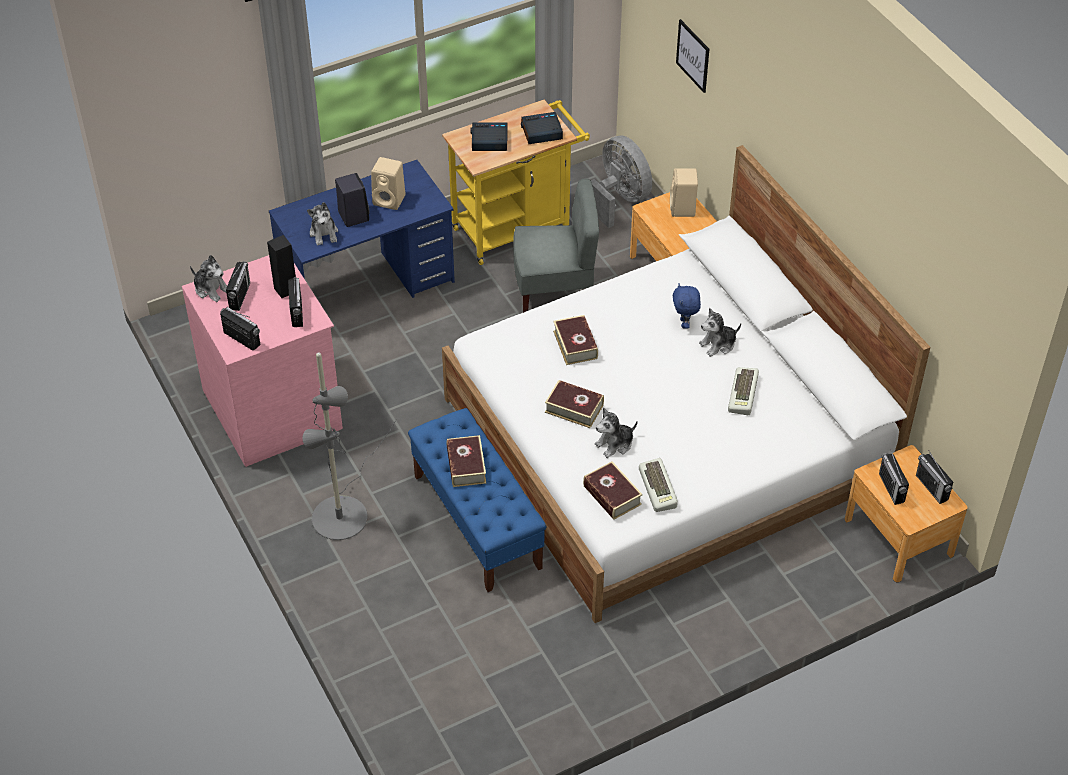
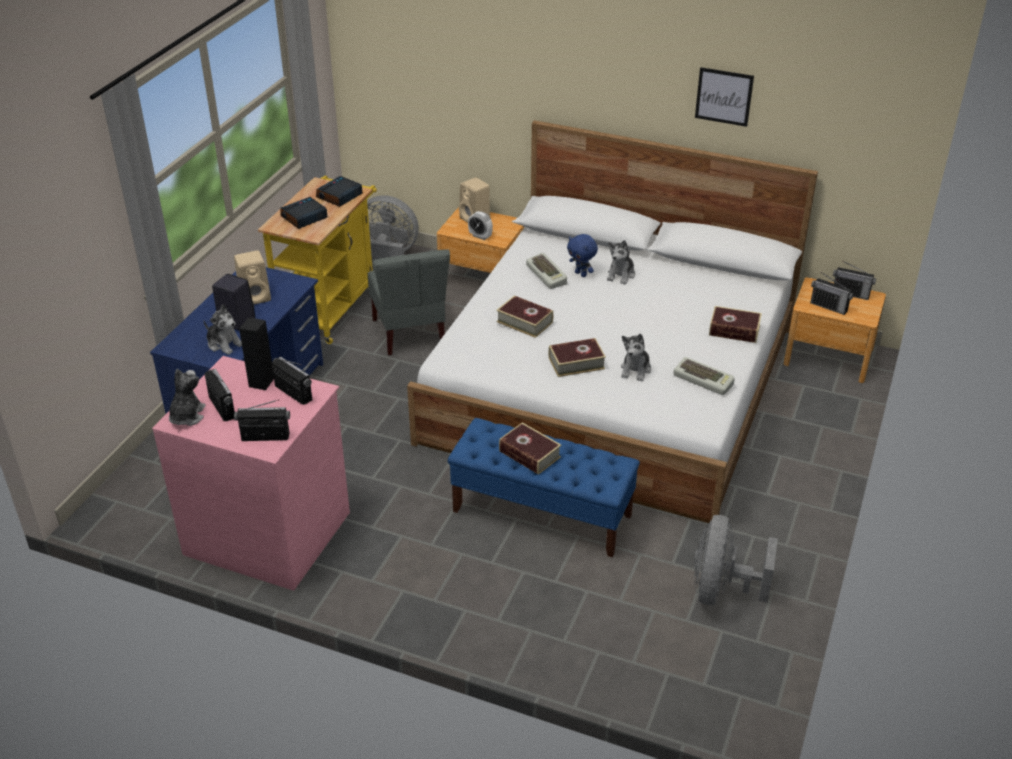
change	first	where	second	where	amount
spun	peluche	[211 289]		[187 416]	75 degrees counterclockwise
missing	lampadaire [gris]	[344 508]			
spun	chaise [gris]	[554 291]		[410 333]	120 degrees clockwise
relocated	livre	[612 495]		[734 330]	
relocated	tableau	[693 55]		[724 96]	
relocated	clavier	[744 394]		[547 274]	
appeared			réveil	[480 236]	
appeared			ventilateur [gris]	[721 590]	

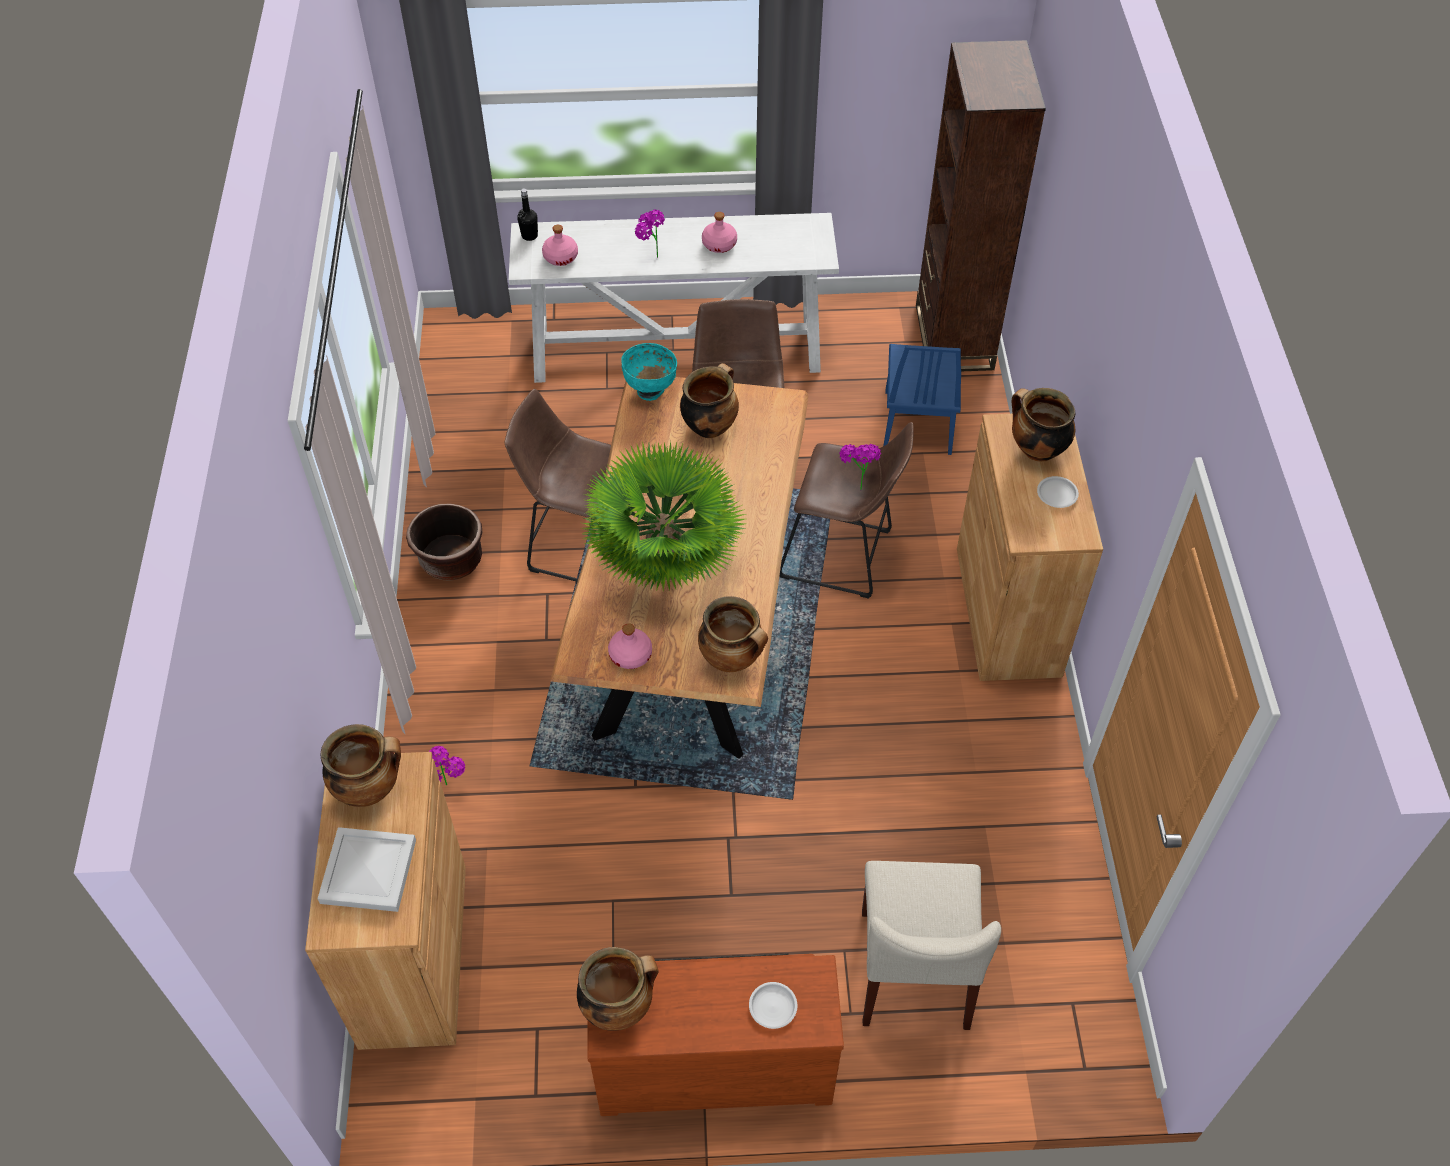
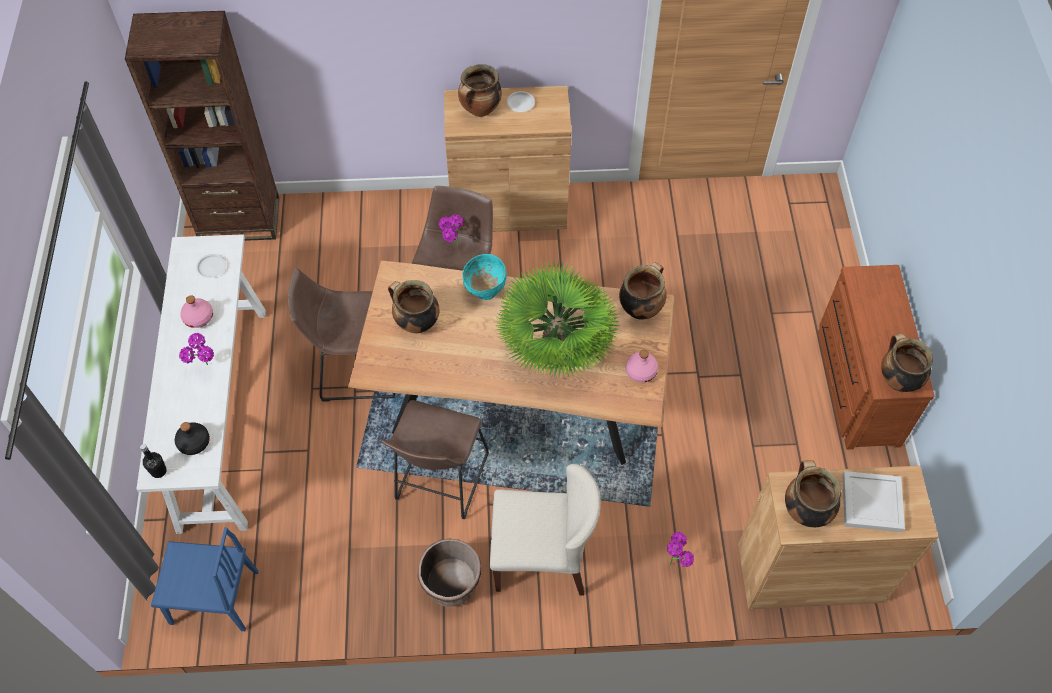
change	first	where	second	where	amount
colour	bouteille [rose]	[560 257]	bouteille [noir]	[193 442]	
relocated	bol [turquoise]	[650 390]		[485 291]	
relocated	assiette [blanc]	[773 1006]		[211 267]	
relocated	chaise [beige]	[914 970]		[542 557]	
relocated	chaise [bleu]	[917 422]		[214 597]	

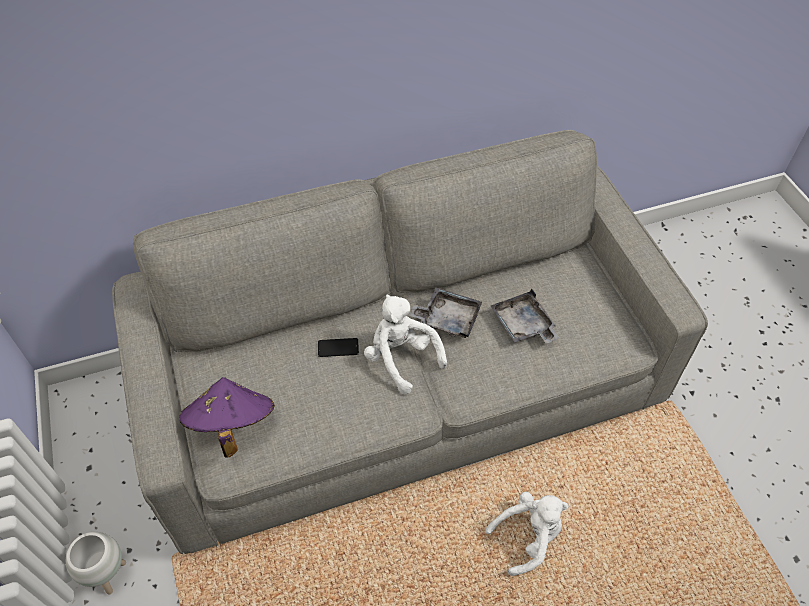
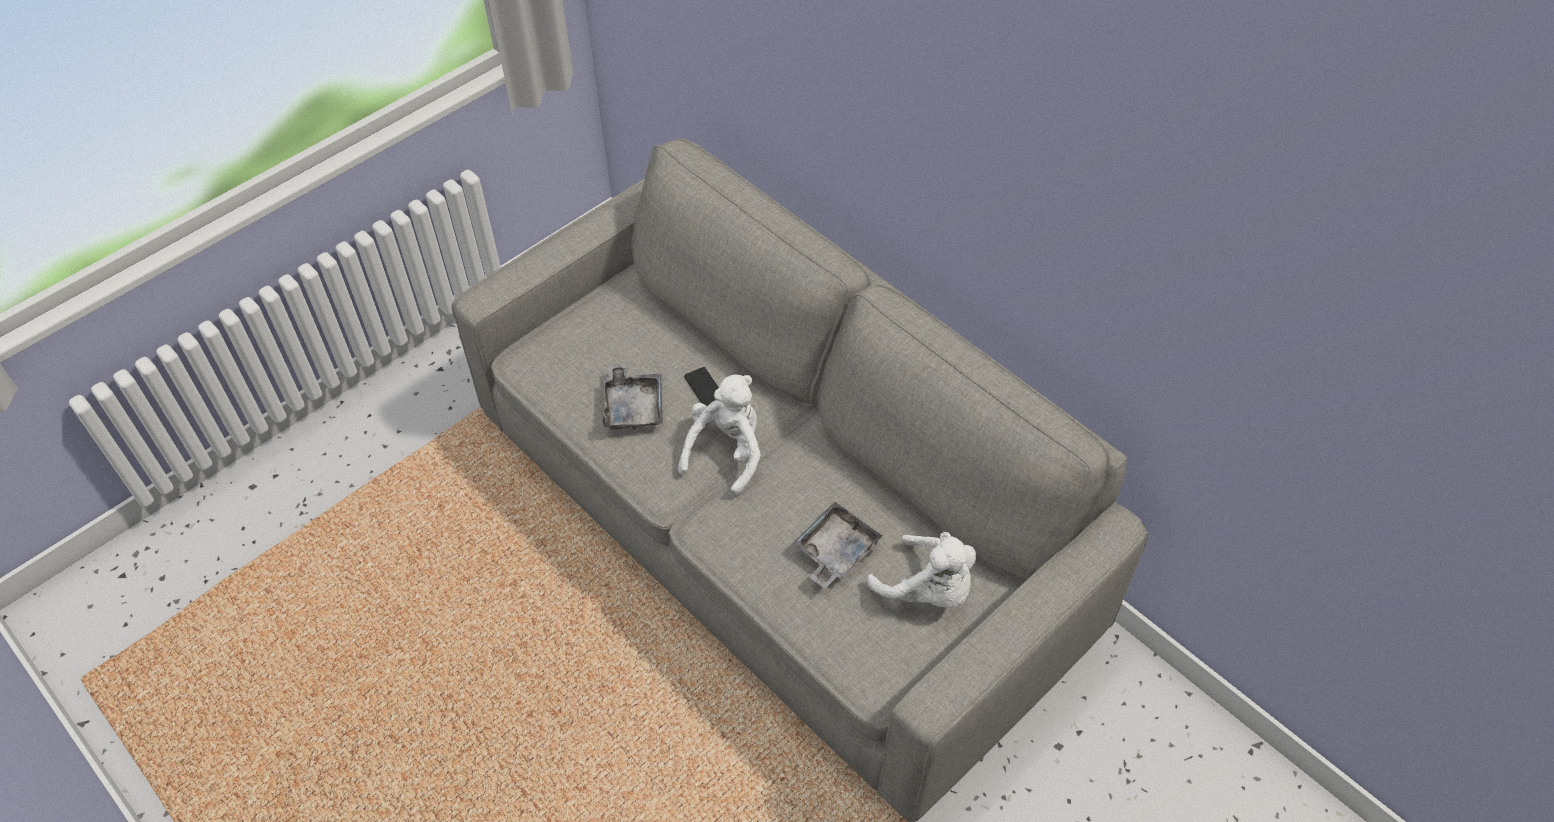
change	first	where	second	where	amount
missing	cache-pot [blanc]	[108 575]			
missing	chapeau [violet]	[231 426]			
relocated	plateau [gris]	[447 319]		[633 406]	
relocated	peluche [blanc]	[528 537]		[928 590]	

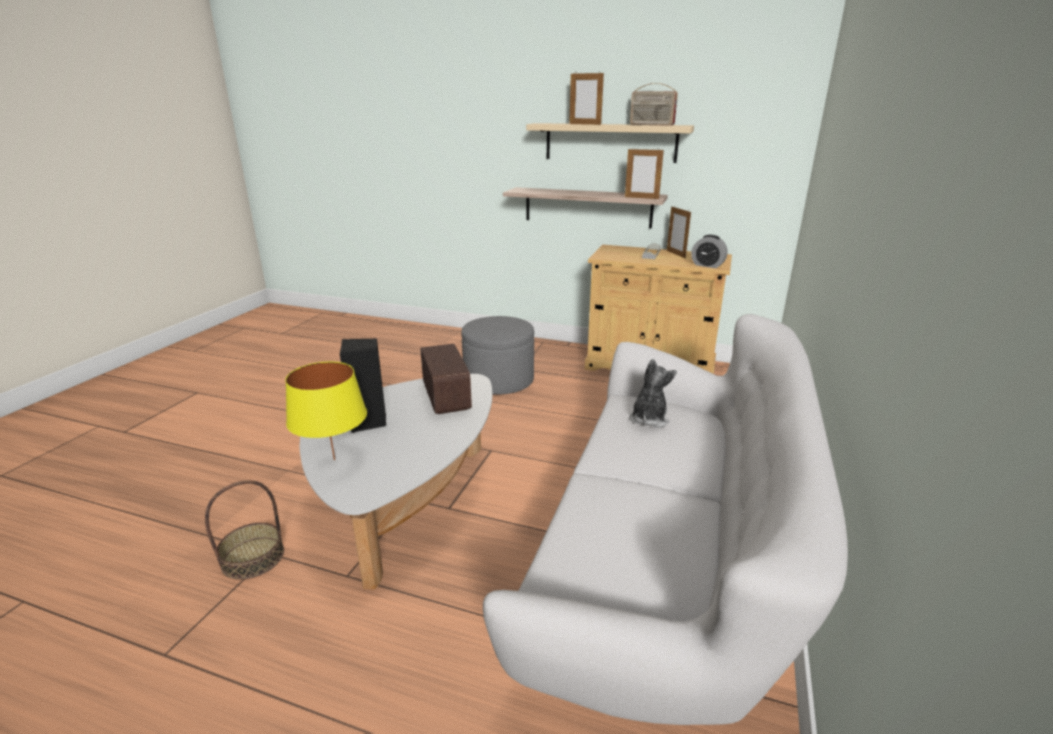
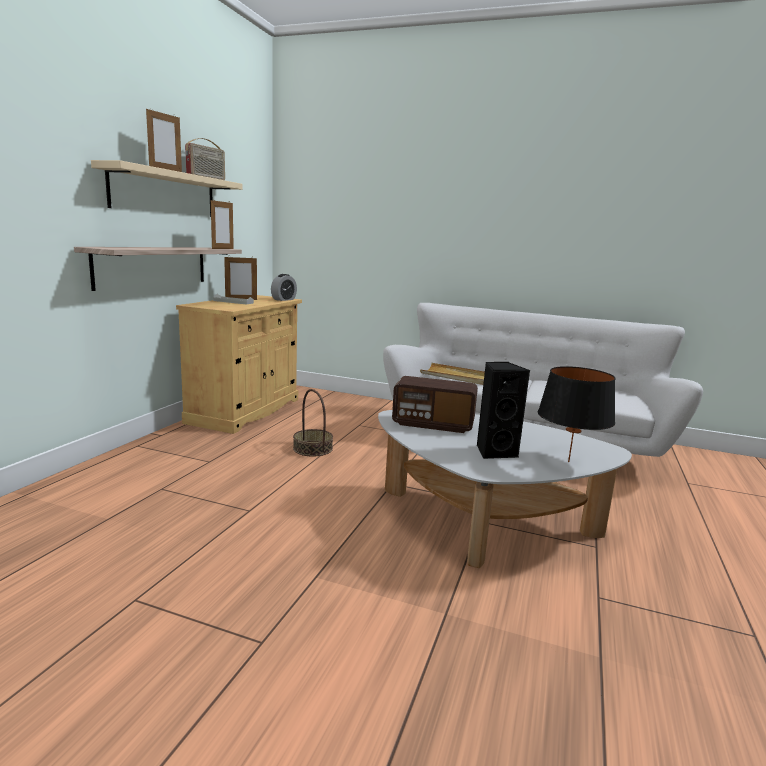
change	first	where	second	where	amount
relocated	panier	[253 557]		[312 448]	
colour	lampe de table [jaune]	[334 459]	lampe de table [noir]	[568 461]	
spun	radio	[446 397]		[433 424]	150 degrees counterclockwise
missing	pouf [gris]	[498 380]			
exchanged	peluche	[648 419]	plateau [beige]	[456 376]	

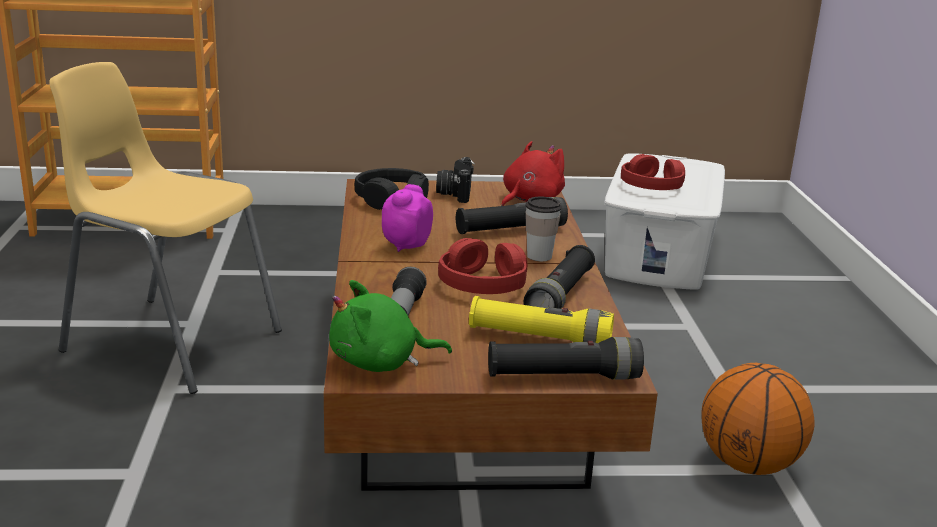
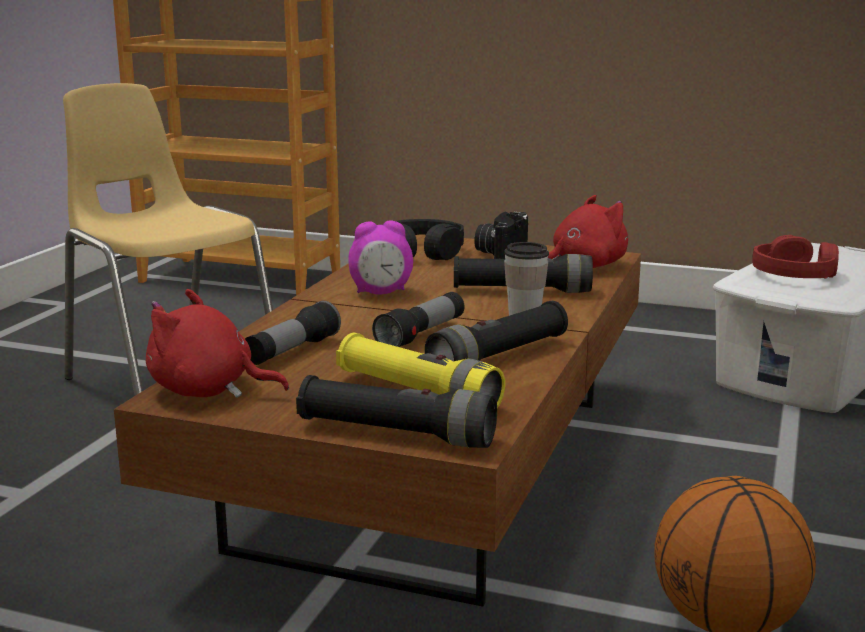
change	first	where	second	where	amount
colour	peluche [vert]	[380 363]	peluche [rouge]	[208 391]	
spun	réveil	[405 245]		[381 293]	150 degrees counterclockwise
exchanged	casque audio [rouge]	[483 283]	lampe de poche	[421 335]	

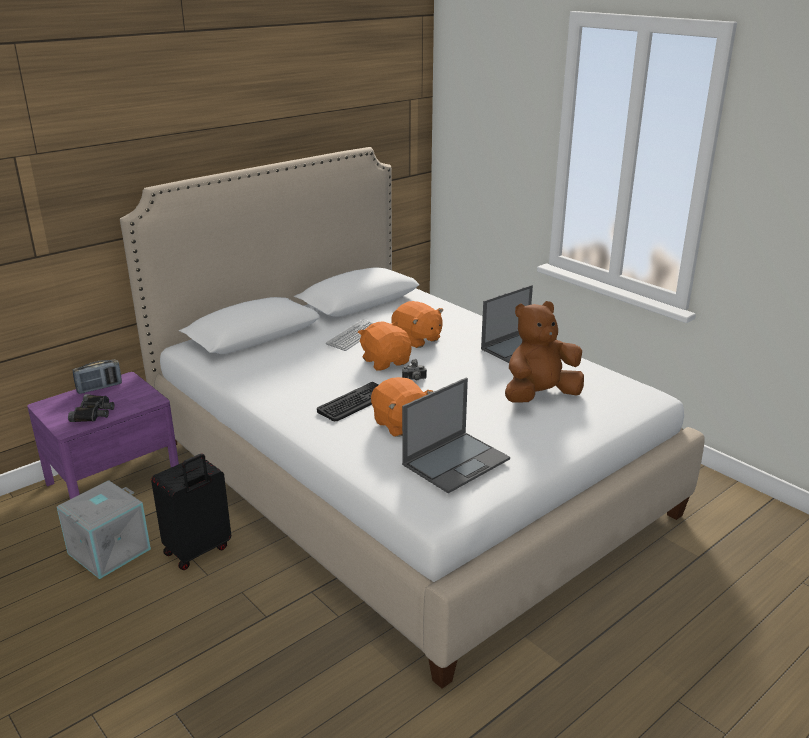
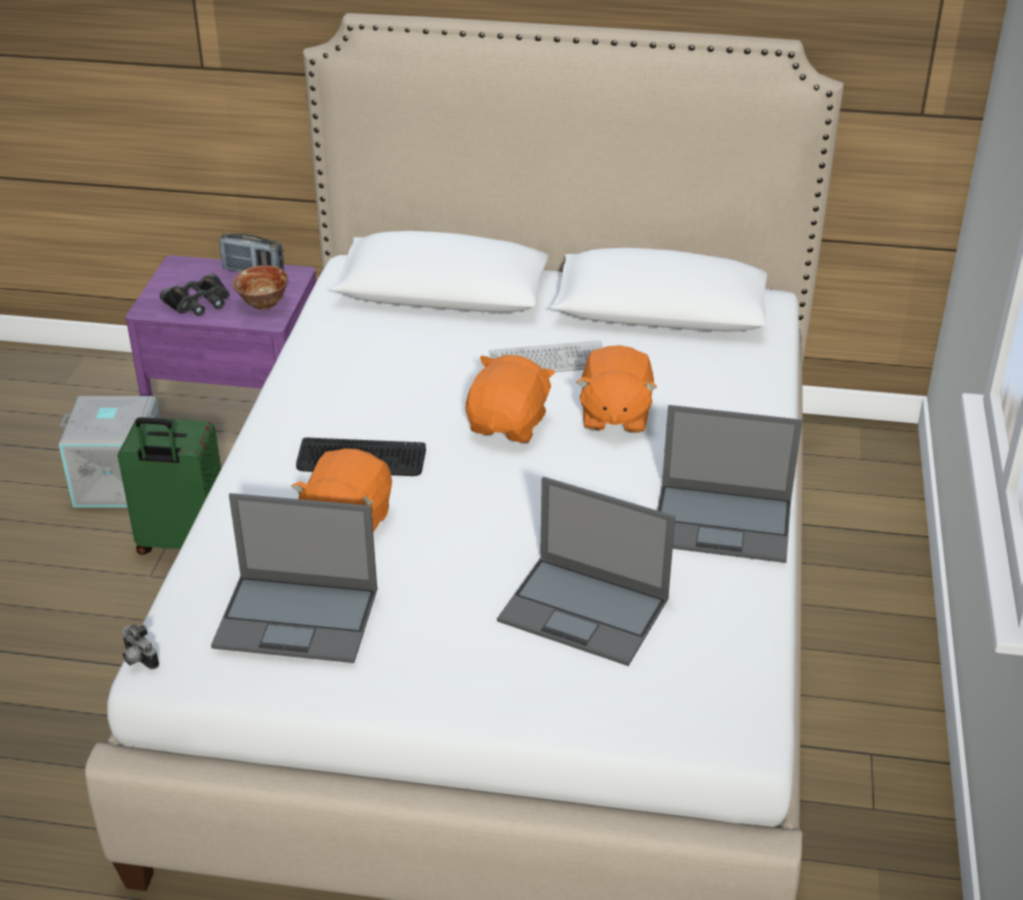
change	first	where	second	where	amount
colour	valise [noir]	[198 551]	valise [vert]	[182 542]	
relocated	appareil photo	[414 380]		[137 660]	
exchanged	peluche [marron]	[540 396]	ordinateur portable	[586 610]	
appeared			bol	[263 303]	

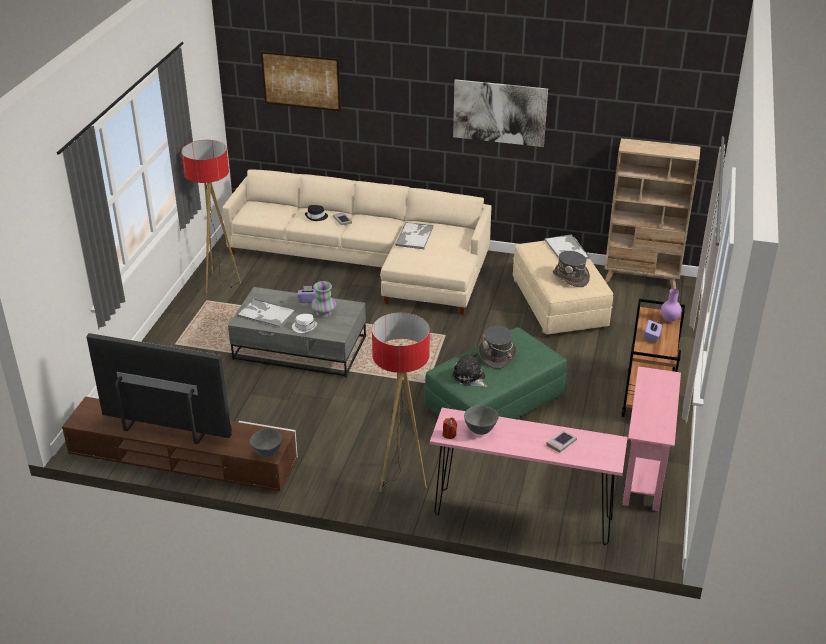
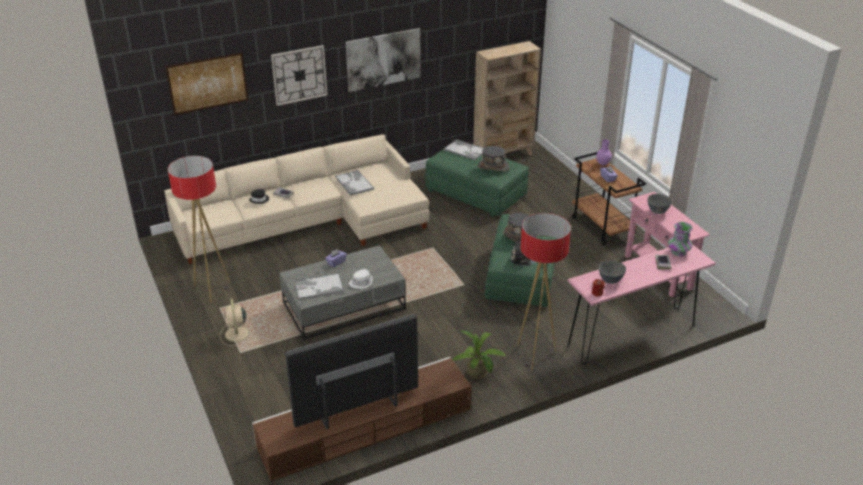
change	first	where	second	where	amount
relocated	bol [gris]	[267 453]		[657 212]	
relocated	vase	[323 313]		[678 252]	
colour	pouf [beige]	[559 303]	pouf [vert]	[476 193]	
appeared			ventilateur [beige]	[237 334]	
appeared			horloge murale	[299 75]	
appeared			plante en pot	[479 373]	

